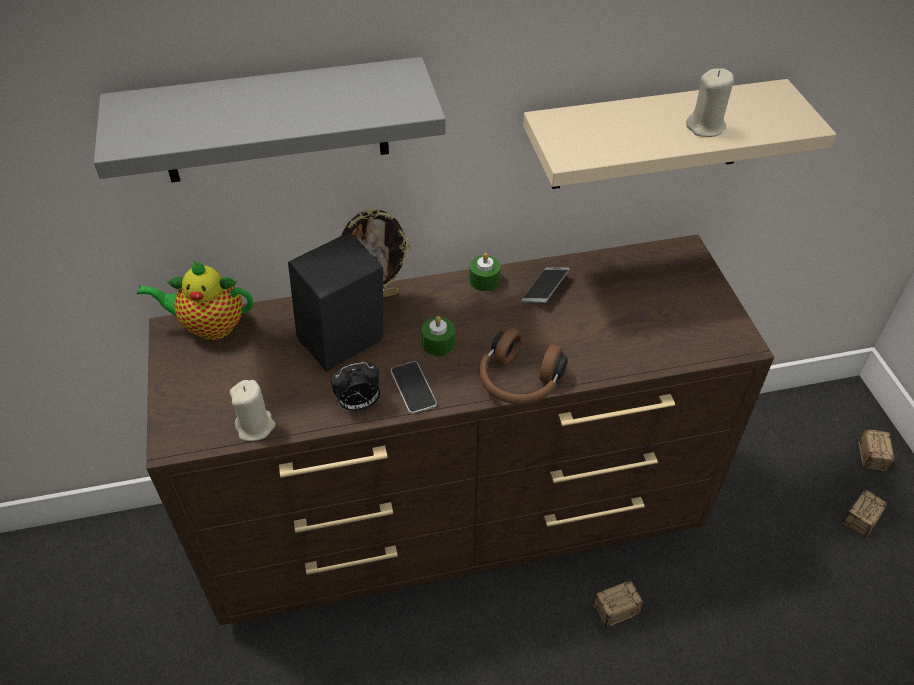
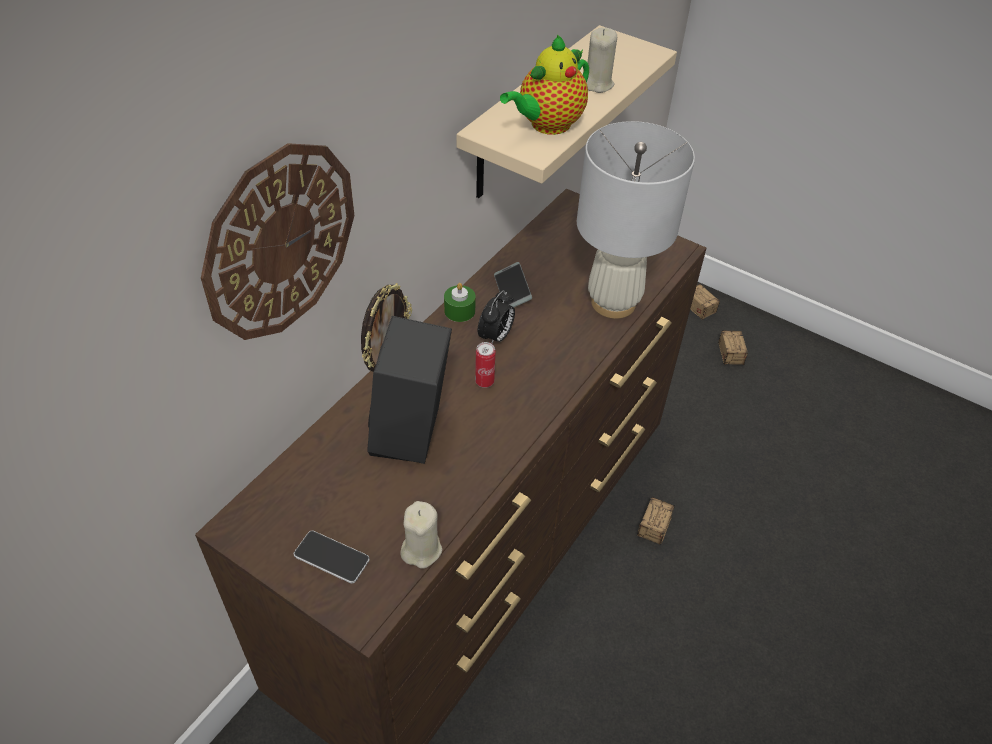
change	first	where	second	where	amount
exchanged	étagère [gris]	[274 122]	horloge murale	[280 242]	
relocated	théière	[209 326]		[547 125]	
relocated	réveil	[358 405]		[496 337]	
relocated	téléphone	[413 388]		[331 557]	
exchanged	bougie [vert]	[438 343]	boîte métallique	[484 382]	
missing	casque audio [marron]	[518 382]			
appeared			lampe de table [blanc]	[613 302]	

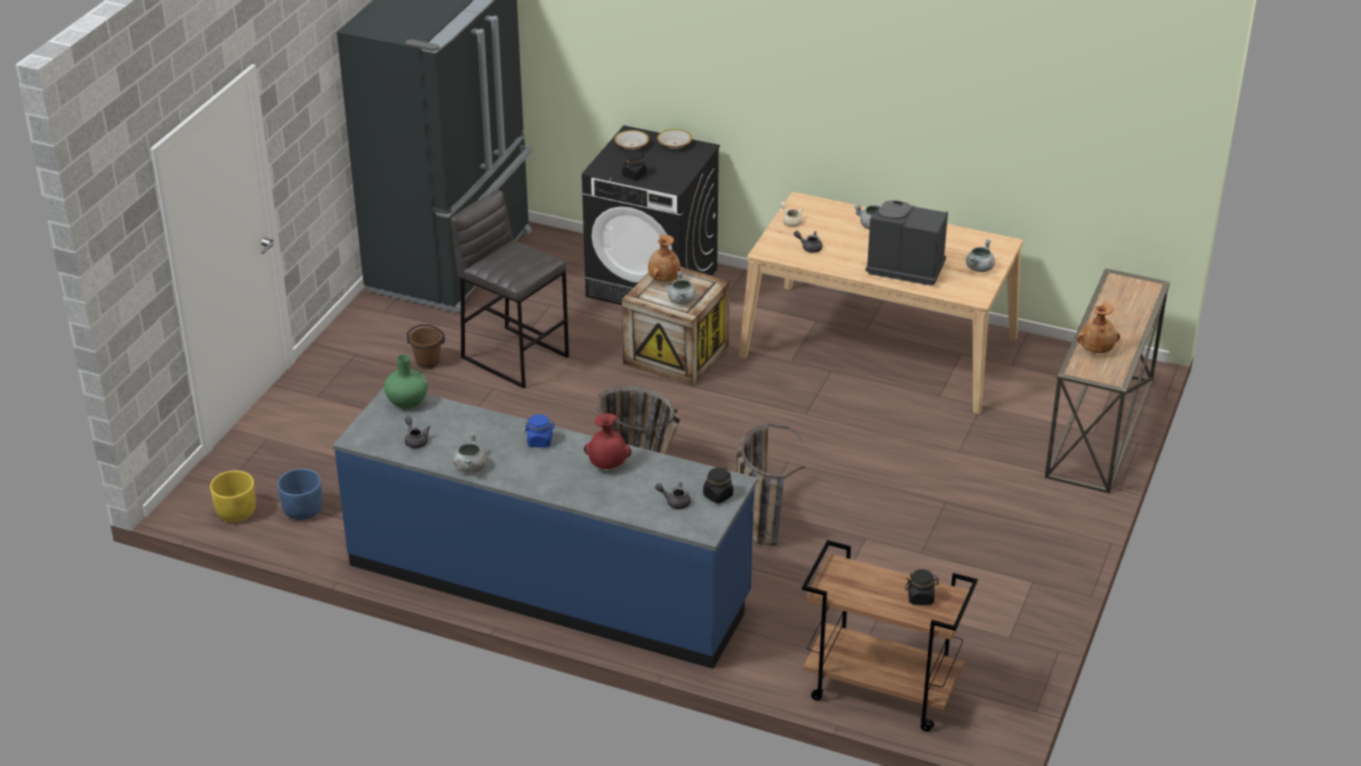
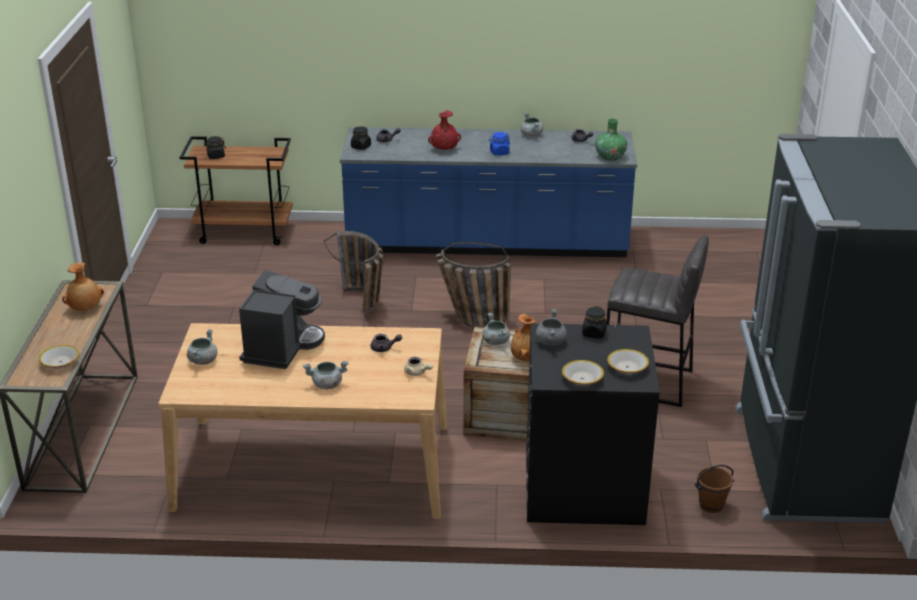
change	first	where	second	where	amount
missing	cache-pot [jaune]	[236 512]			
missing	cache-pot [bleu]	[303 510]			
relocated	seau [marron]	[428 362]		[711 505]	
spun	machine à café	[903 267]		[281 347]	75 degrees counterclockwise
appeared			bol	[60 362]	
appeared			marmite [gris]	[550 341]	

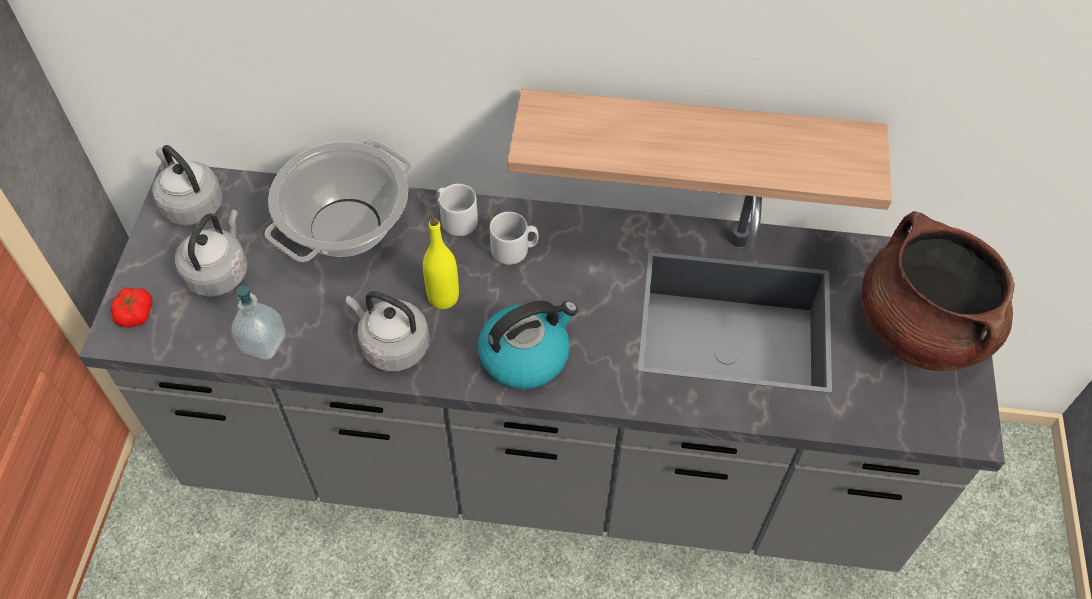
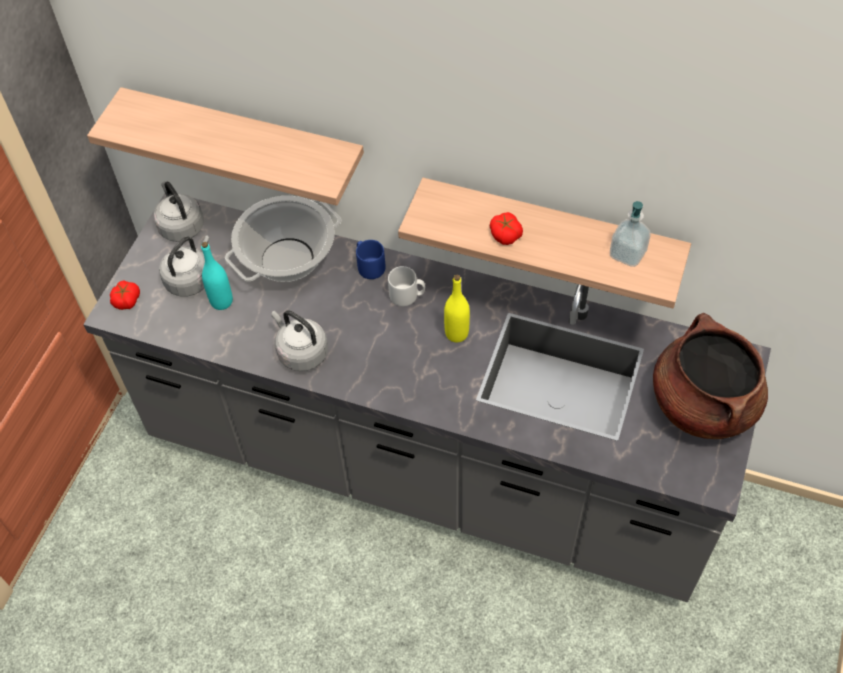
change	first	where	second	where	amount
relocated	distributeur de savon	[263 343]		[627 254]	
relocated	bouteille [jaune]	[443 297]		[456 333]	
colour	mug [gris]	[456 220]	mug [bleu]	[369 266]	
missing	bouilloire	[525 355]			
appeared			étagère	[244 142]	
appeared			bouteille [turquoise]	[221 301]	
appeared			tomate	[505 234]	

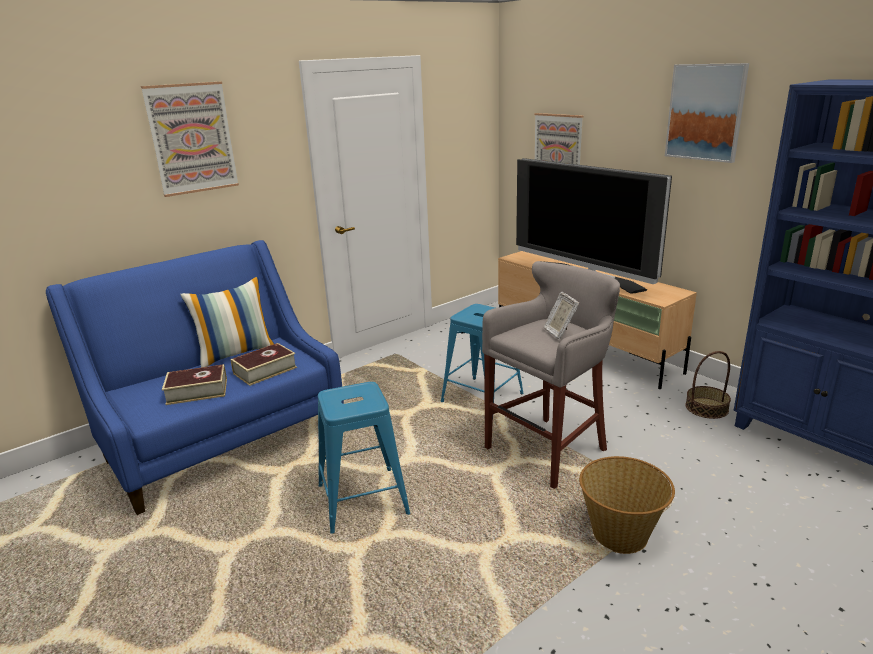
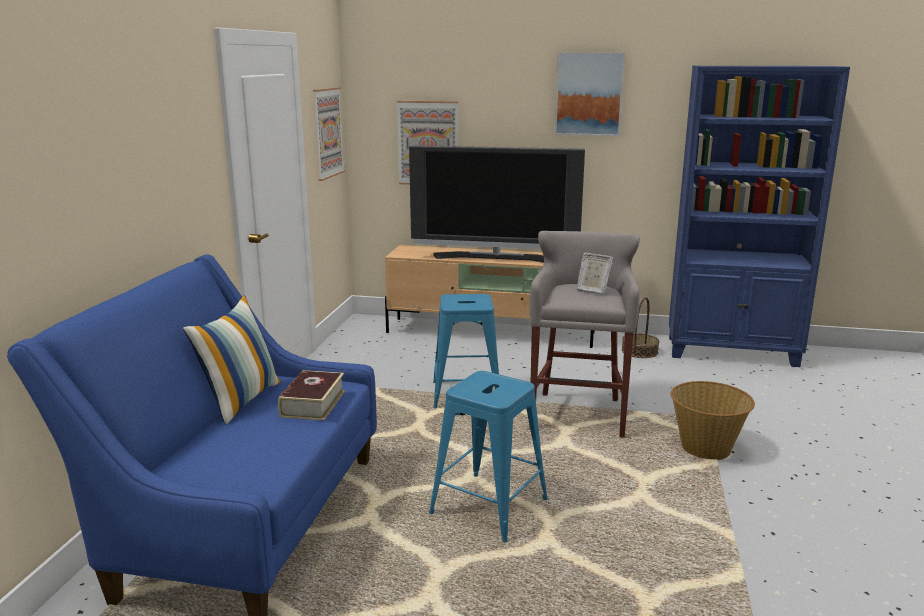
change	first	where	second	where	amount
relocated	tableau	[192 138]		[328 133]	
missing	livre	[197 391]			

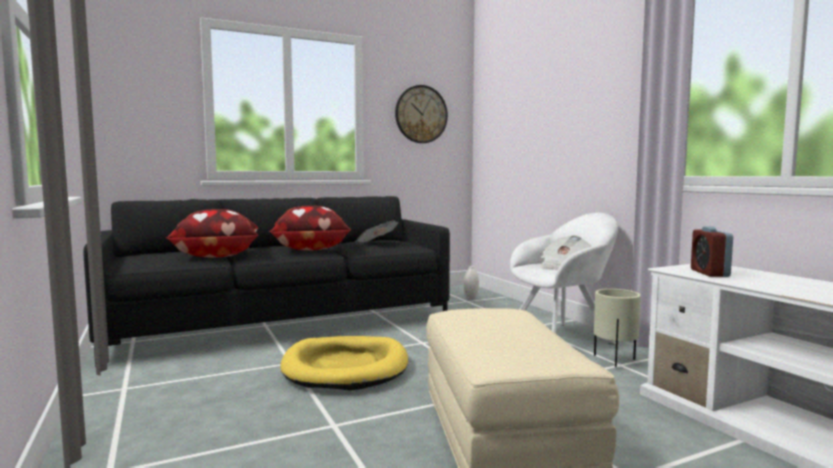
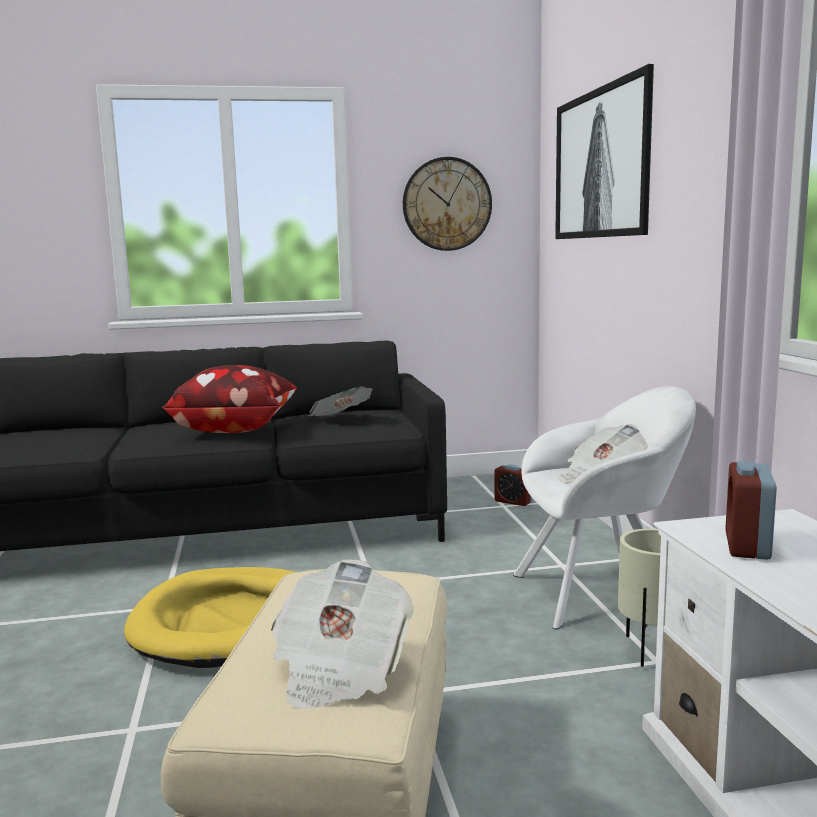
change	first	where	second	where	amount
missing	coussin	[216 256]			
exchanged	vase [blanc]	[471 299]	réveil	[513 502]	
appeared			journal	[339 669]	
appeared			tableau	[600 164]	

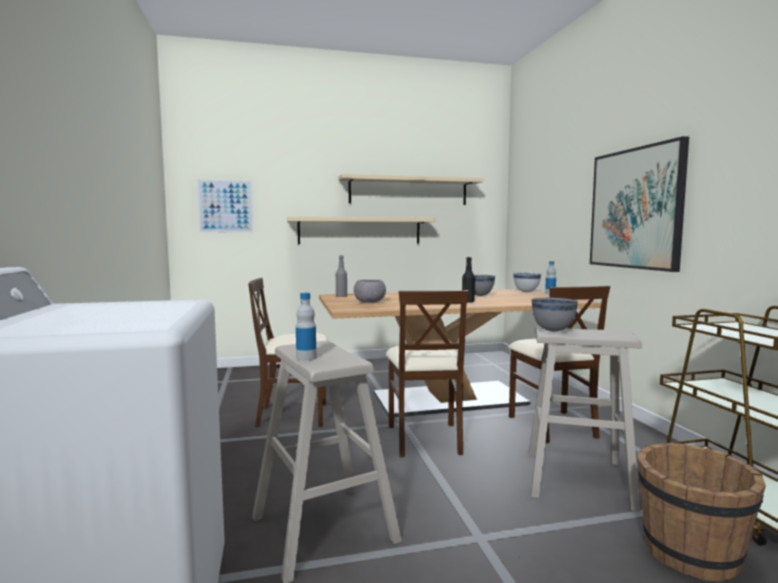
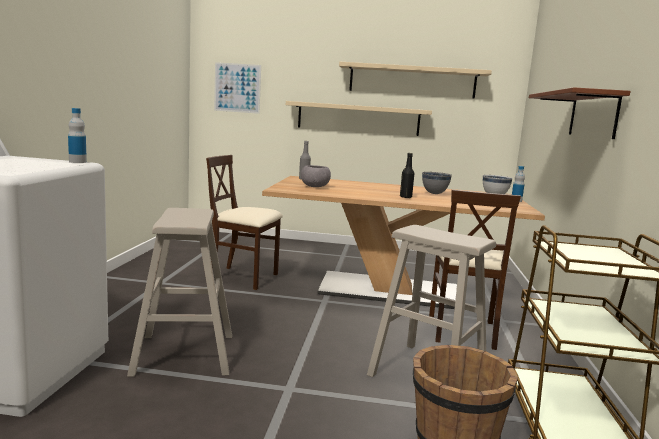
change	first	where	second	where	amount
relocated	bouteille	[306 358]		[77 162]	
missing	chaise [beige]	[425 438]			
missing	bol [gris]	[553 331]			
exchanged	tableau	[635 208]	étagère [marron]	[593 115]	

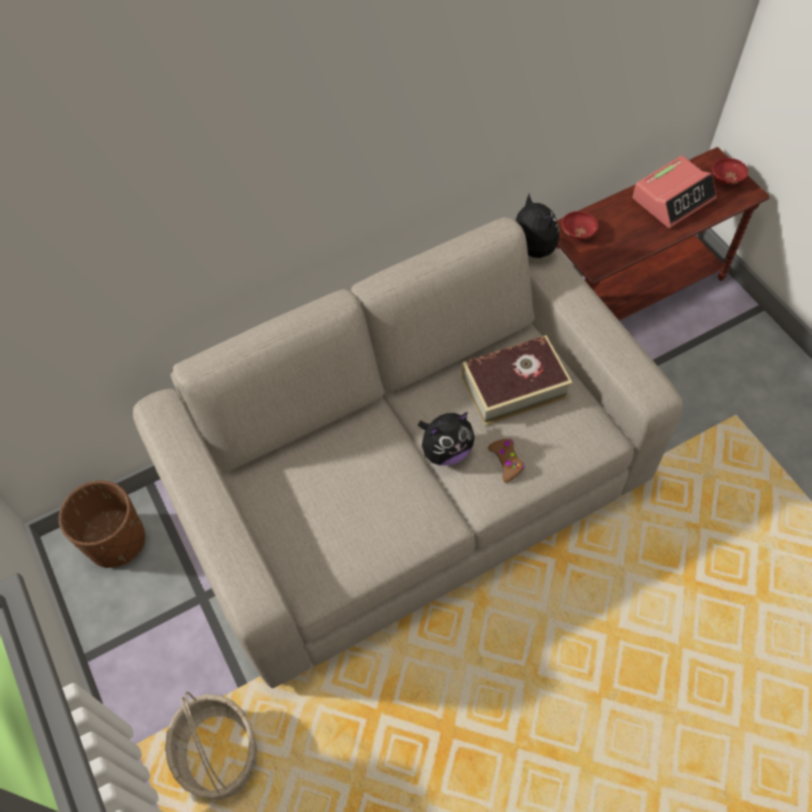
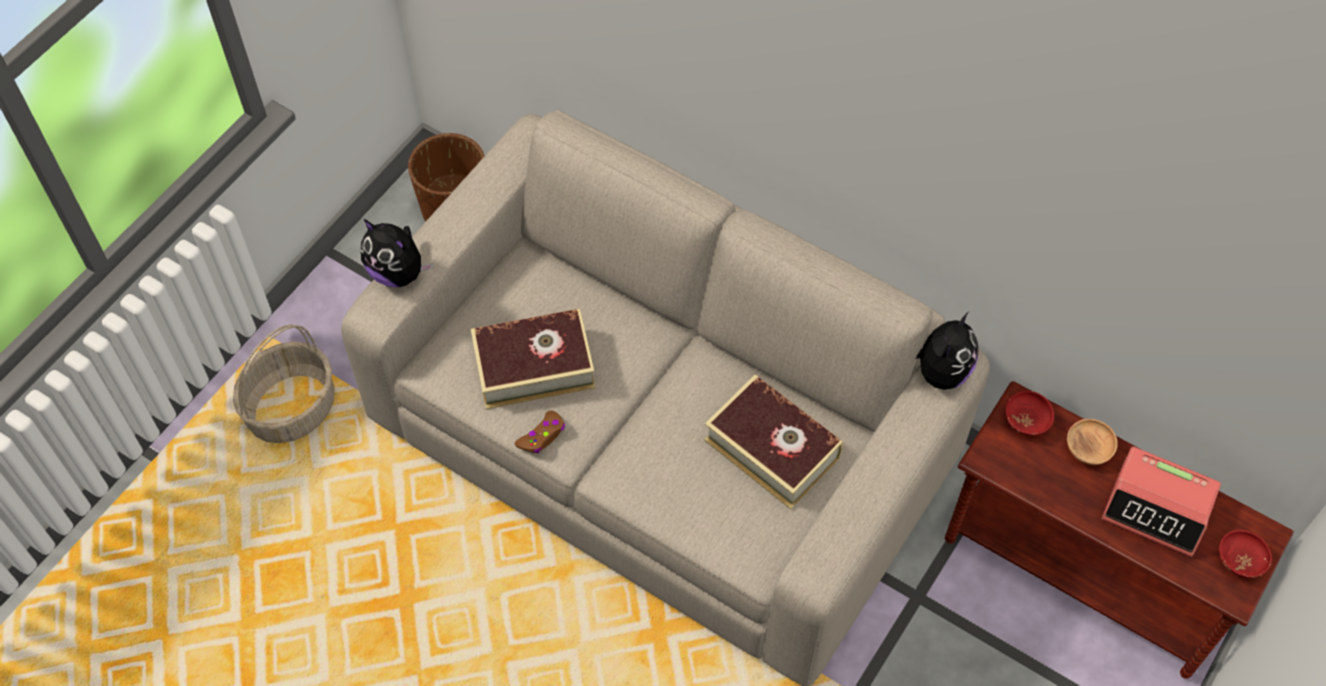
change	first	where	second	where	amount
relocated	peluche	[446 451]		[398 272]	
relocated	manette [marron]	[506 461]		[542 436]	
appeared			livre	[534 366]	
appeared			bol [marron]	[1088 449]	

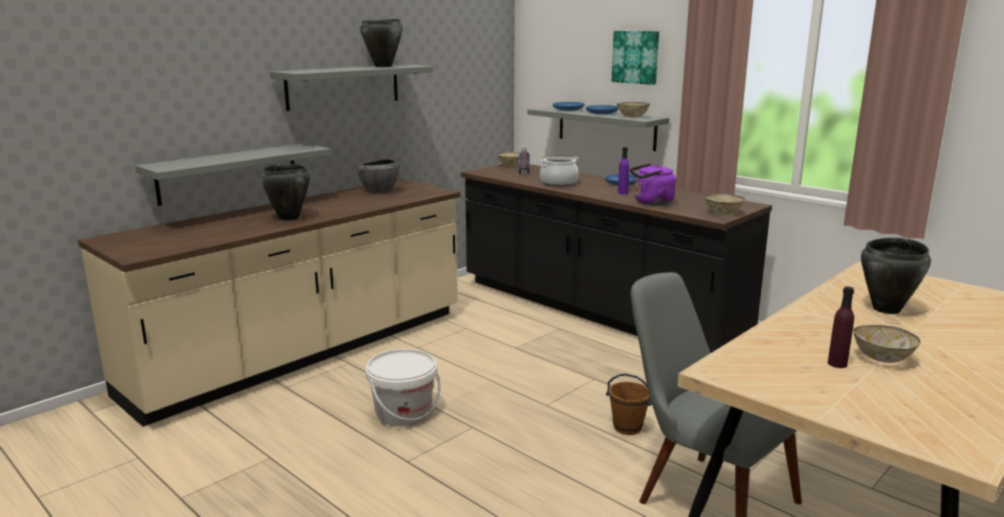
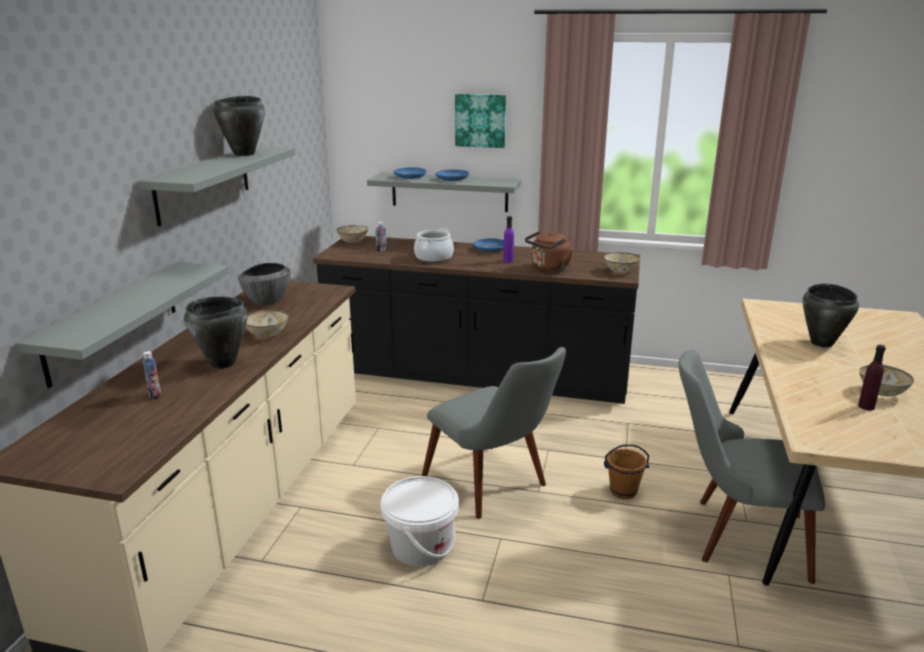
change	first	where	second	where	amount
relocated	bol	[632 117]		[267 334]	
colour	bouilloire [violet]	[651 202]	bouilloire [marron]	[548 269]	
appeared			bouteille	[155 395]	
appeared			chaise [gris]	[495 487]	

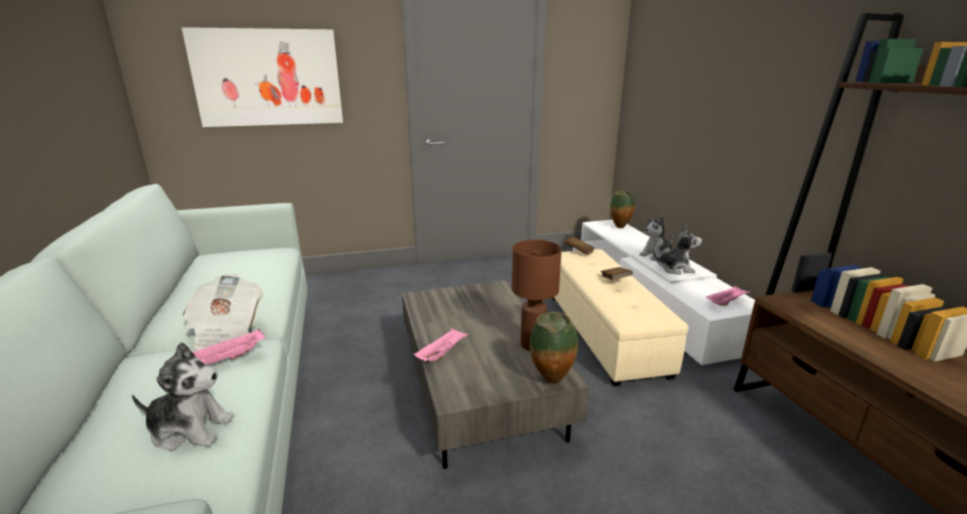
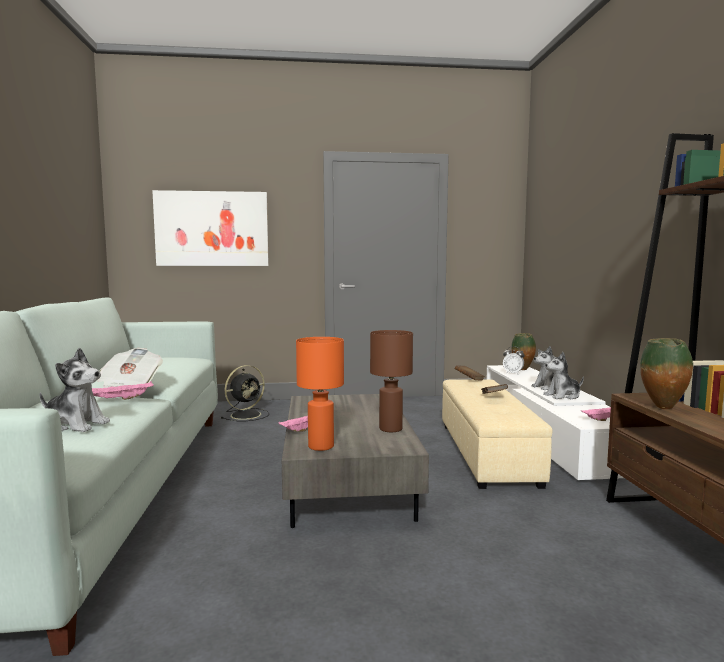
change	first	where	second	where	amount
relocated	vase	[551 382]		[663 408]	
spun	peluche	[675 269]		[563 396]	150 degrees clockwise
appeared			ventilateur [noir]	[247 415]	
appeared			lampe de table [orange]	[321 446]	
appeared			réveil	[513 373]	

